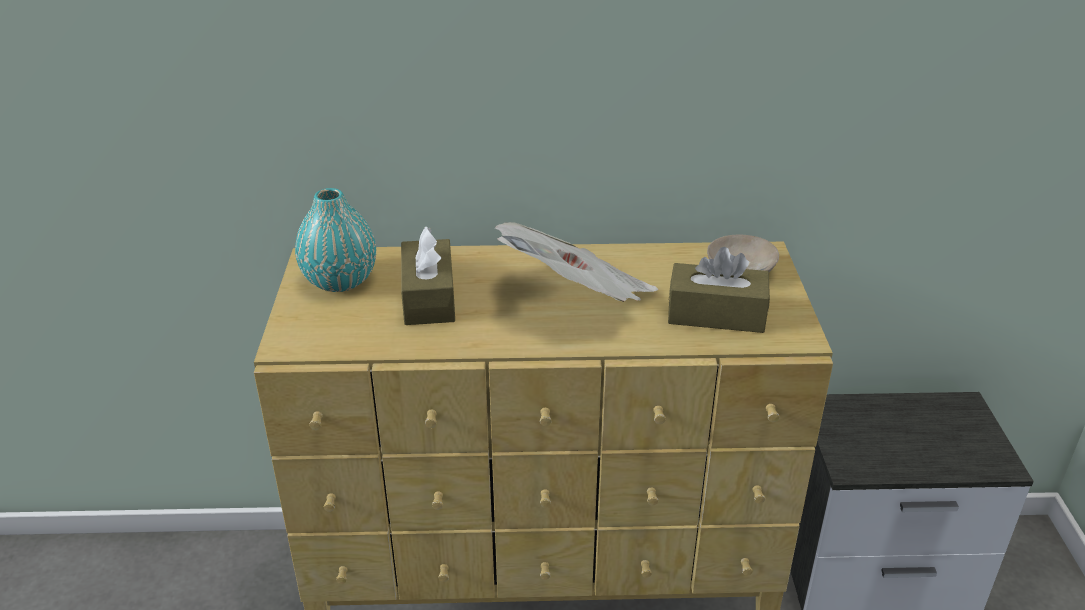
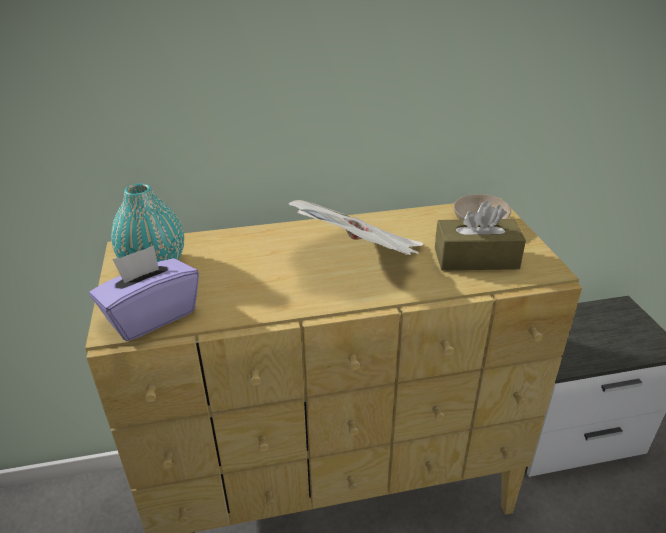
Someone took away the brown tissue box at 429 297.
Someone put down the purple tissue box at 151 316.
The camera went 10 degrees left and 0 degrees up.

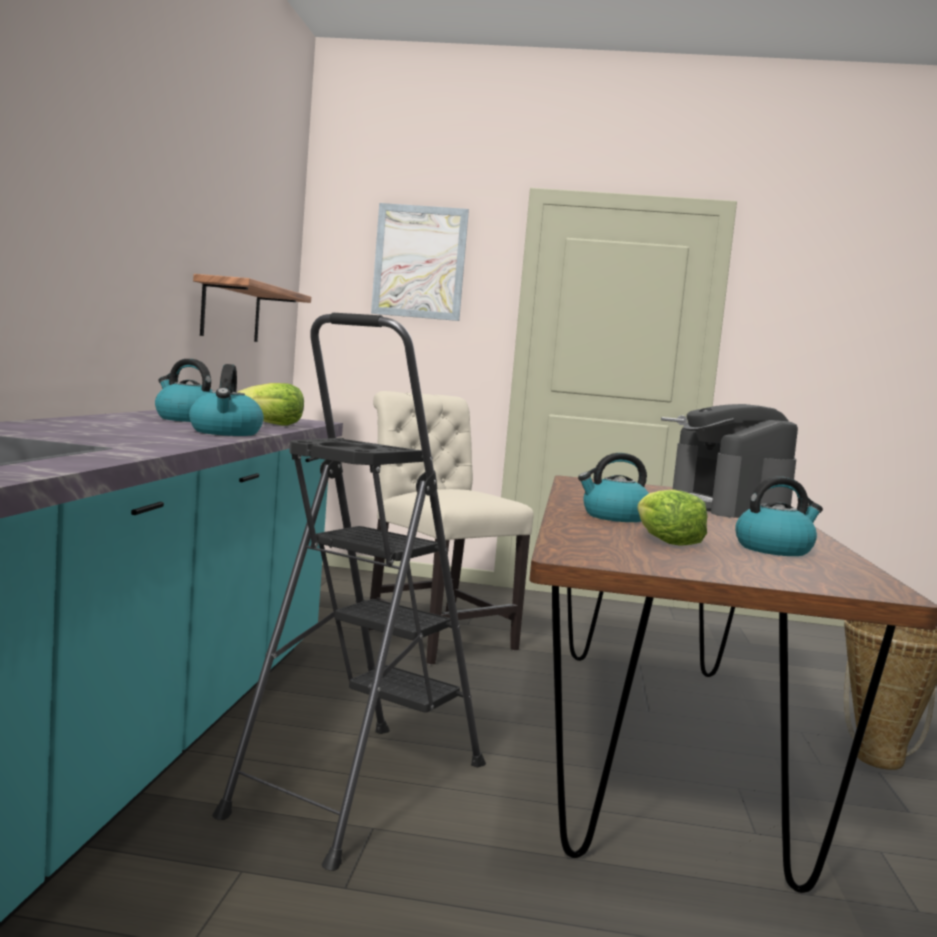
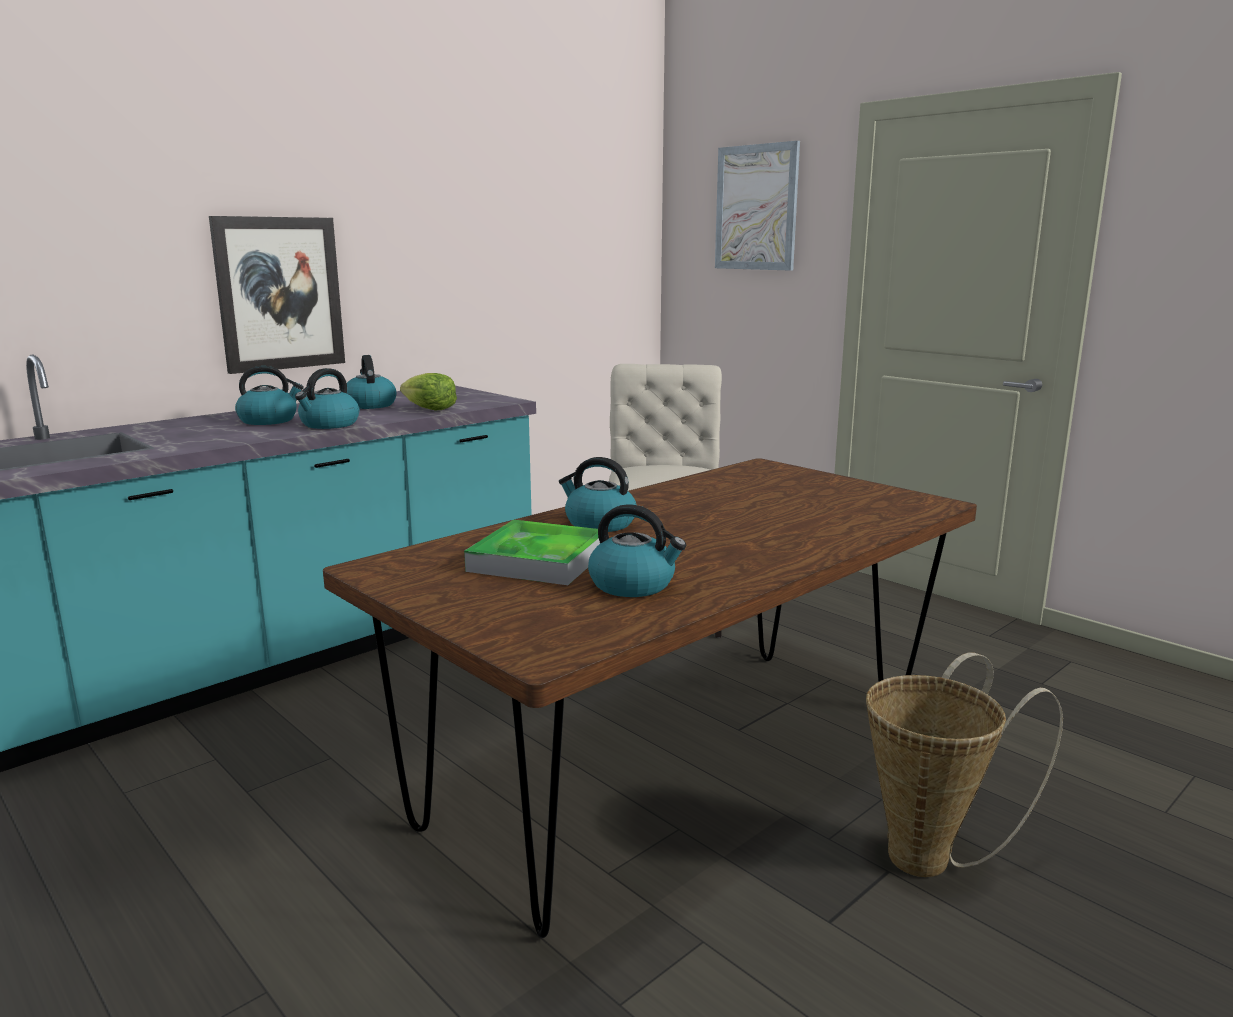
Someone took away the shelf at 231 311.
Someone took away the step ladder at 358 789.
Someone took away the coffee machine at 727 508.
Someone put up the picture at 279 294.
Someone put down the kettle at 269 420.
Someone swapped the lettuce at 666 541 for the tray at 539 560.
The camera went 40 degrees right and 10 degrees up.

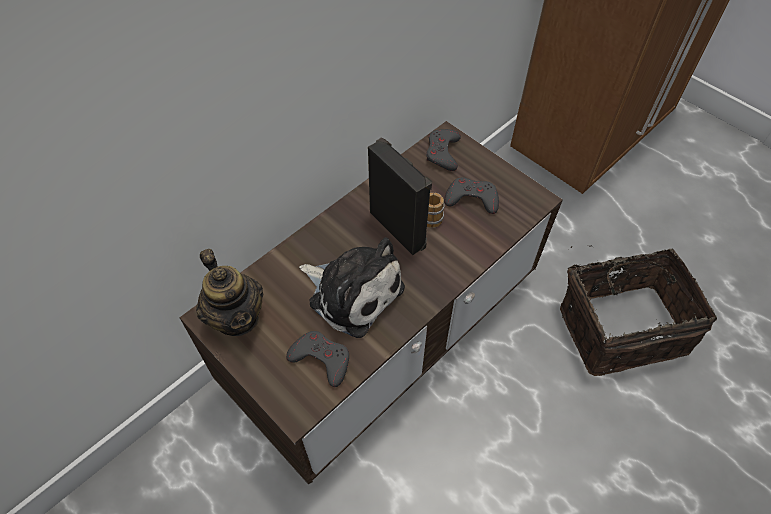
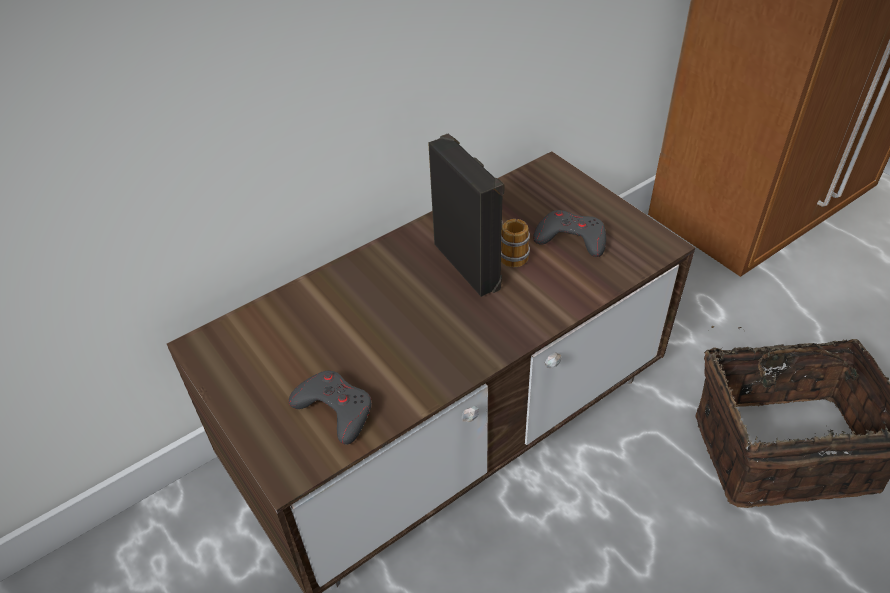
Someone took away the teapot at 237 317.
Someone took away the plush toy at 352 292.
Someone took away the grey game controller at 442 153.
The camera went 10 degrees right and 10 degrees down.

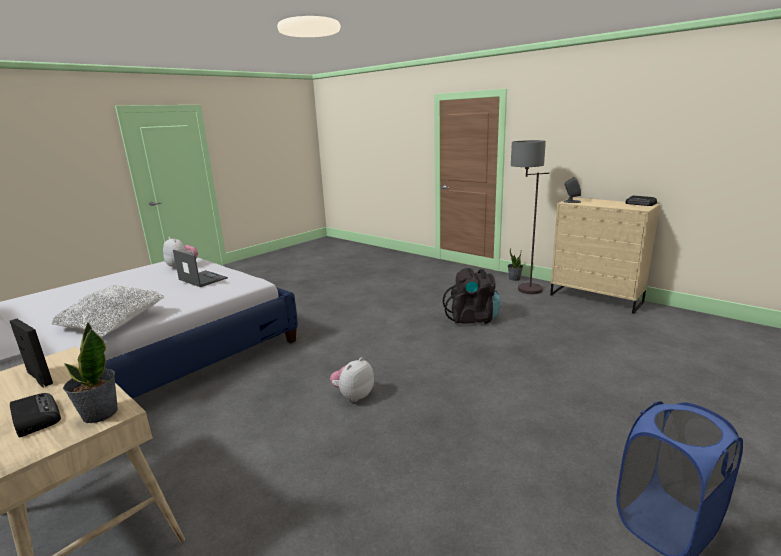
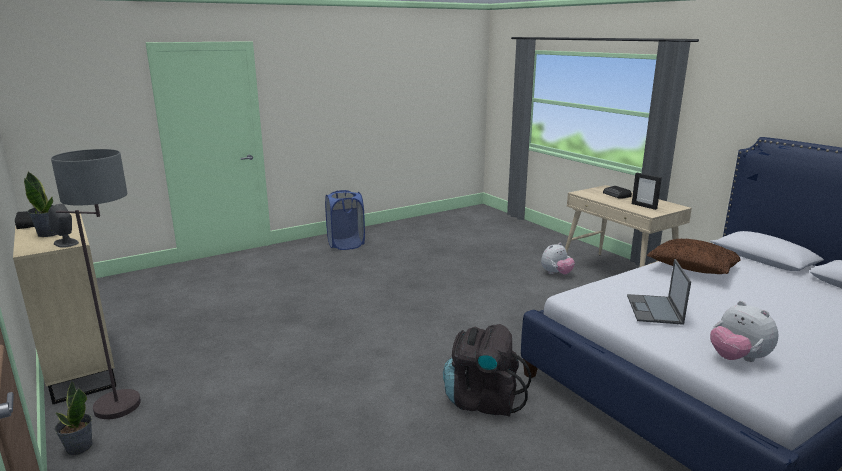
Someone carried the potted plant from 99 414 to 50 233.
Someone carried the plush toy from 353 395 to 556 274.
Someone carried the black backpack from 472 318 to 483 401.
Someone repainted the white pillow at 111 321, which became the brown pillow at 693 269.
Someone rotated the laptop at 202 279 by 45 degrees clockwise.
The camera went 165 degrees left and 0 degrees up.

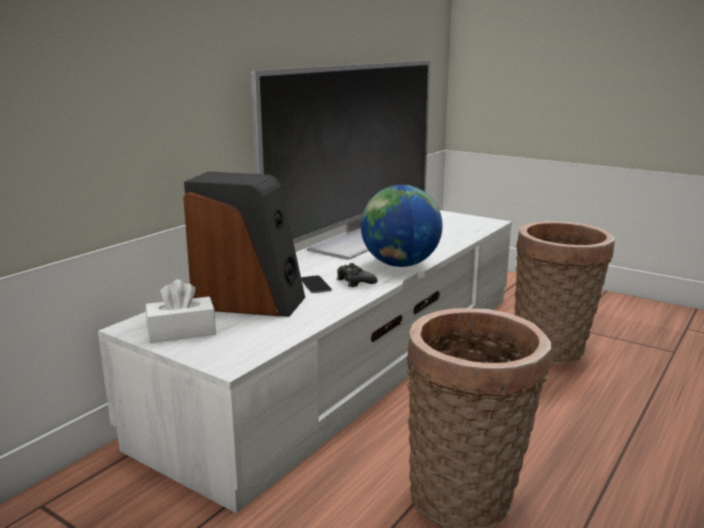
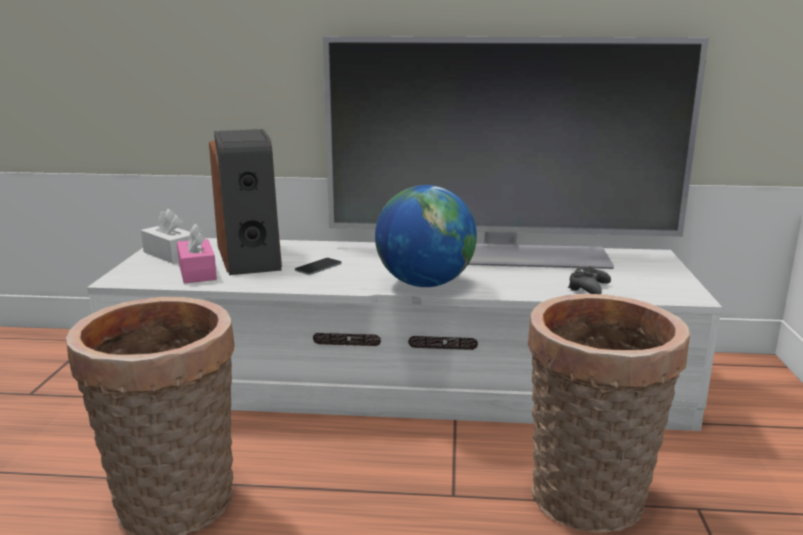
Someone put down the pink tissue box at 197 272.
Someone carried the black game controller from 355 281 to 588 288.
The camera went 60 degrees right and 0 degrees up.

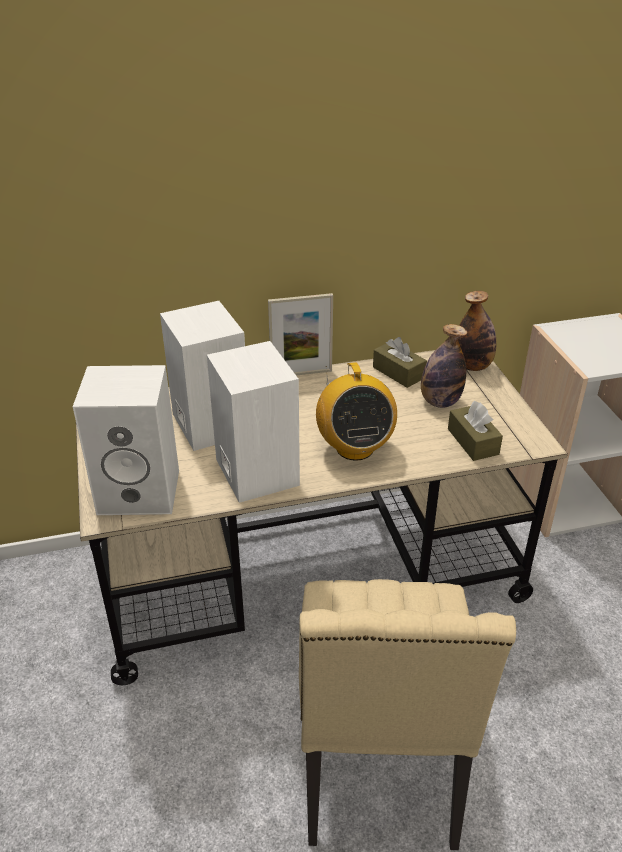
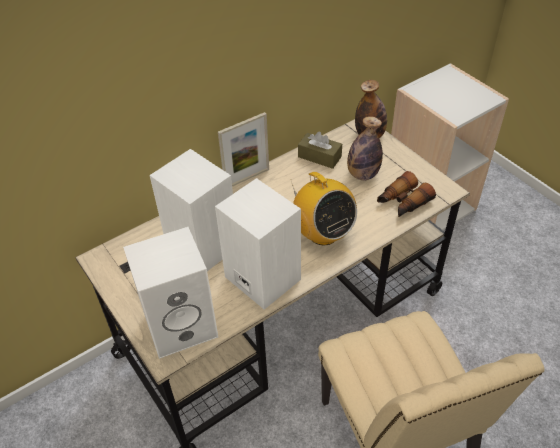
Someone swapped the brown tissue box at 473 441 for the binoculars at 402 202.
The camera went 20 degrees left and 10 degrees up.

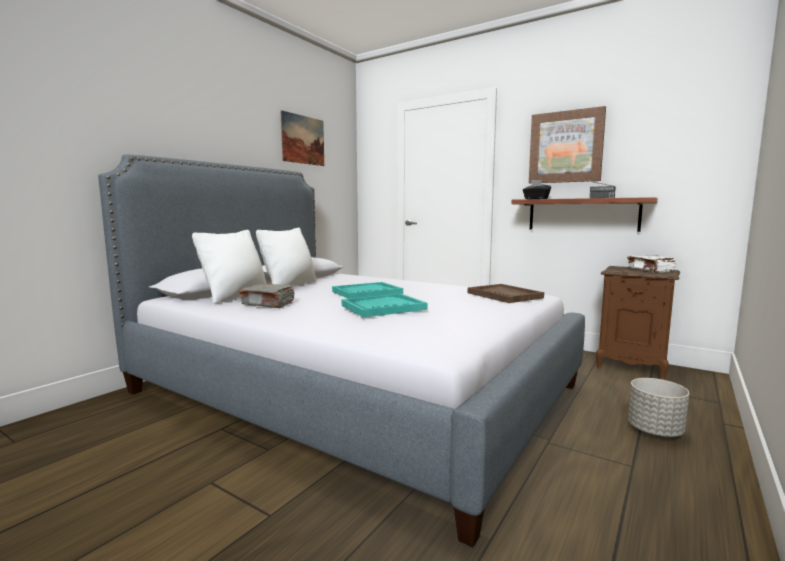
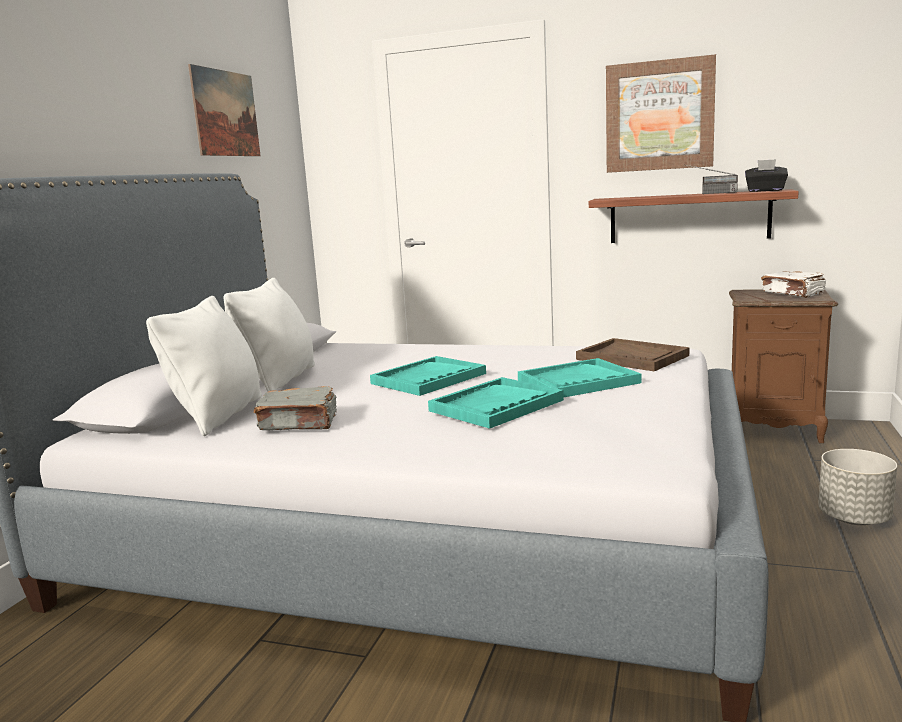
Someone put down the turquoise tray at 578 382.
Someone carried the black tissue box from 536 199 to 765 191.
The camera went 15 degrees left and 5 degrees up.

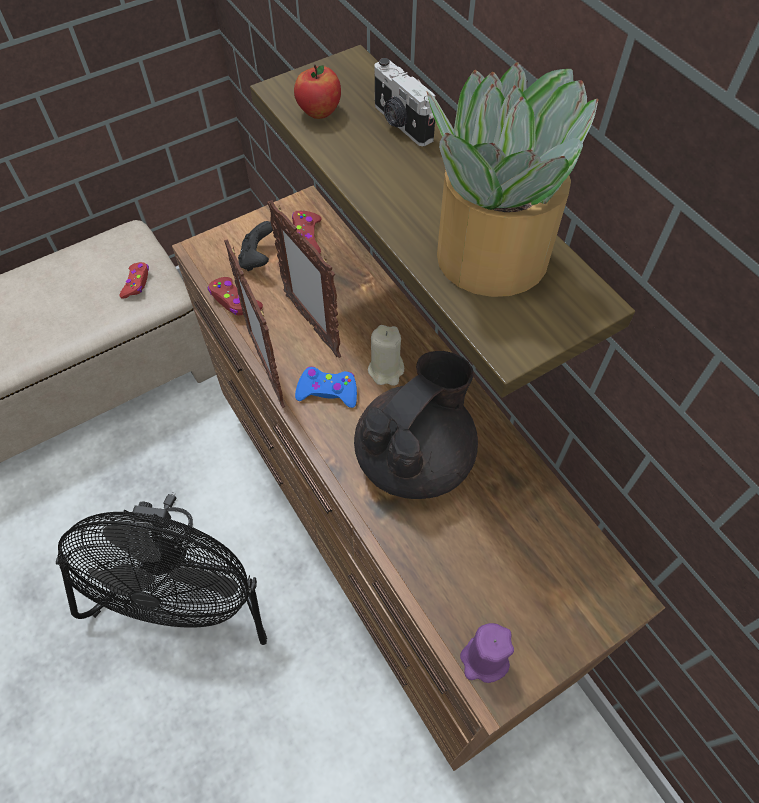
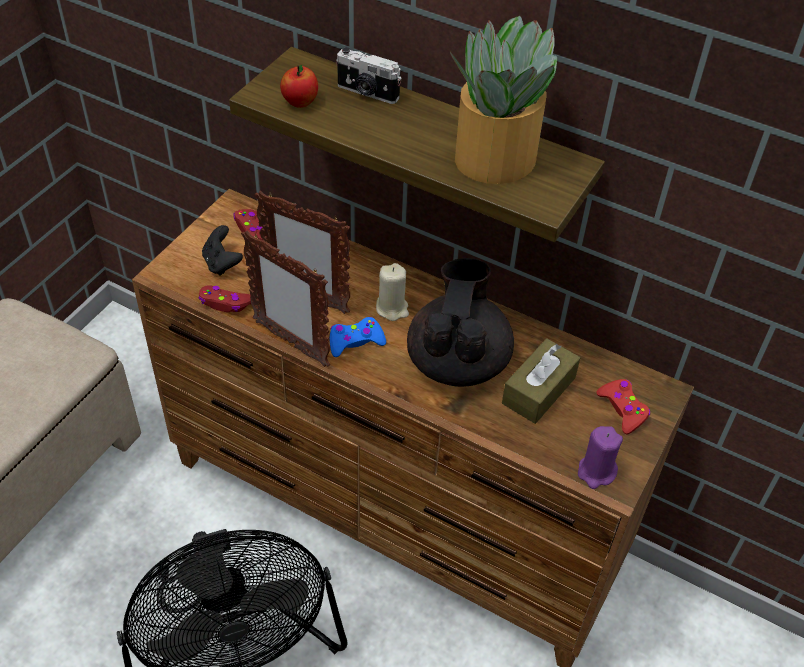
Someone put down the brown tissue box at 538 390.
Someone carried the red game controller from 136 283 to 623 409.
The camera went 30 degrees left and 10 degrees down.

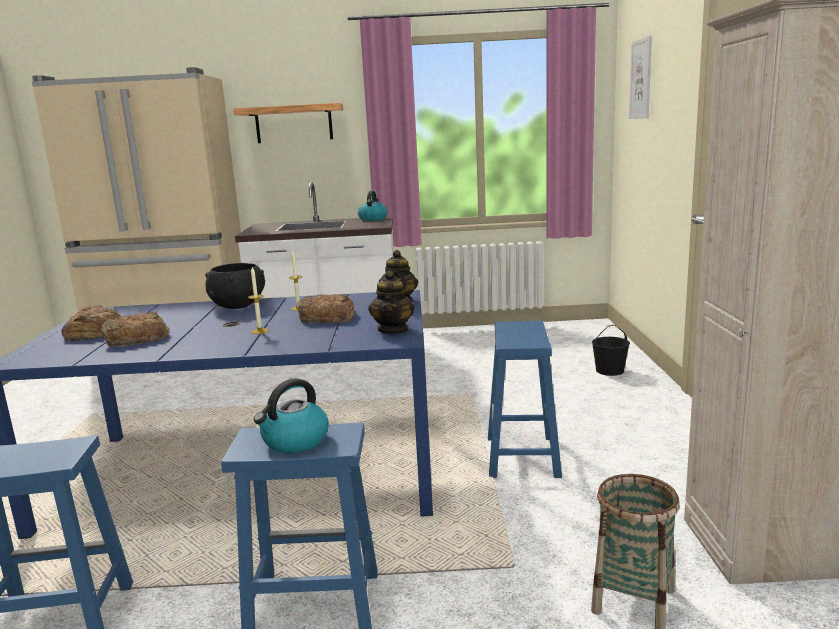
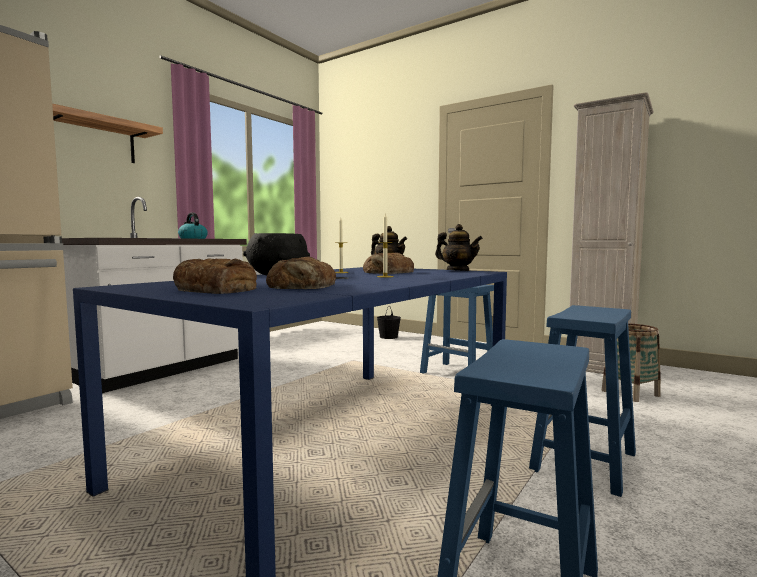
Someone took away the kettle at 295 441.
Someone took away the picture at 641 79.
The camera went 55 degrees left and 10 degrees down.

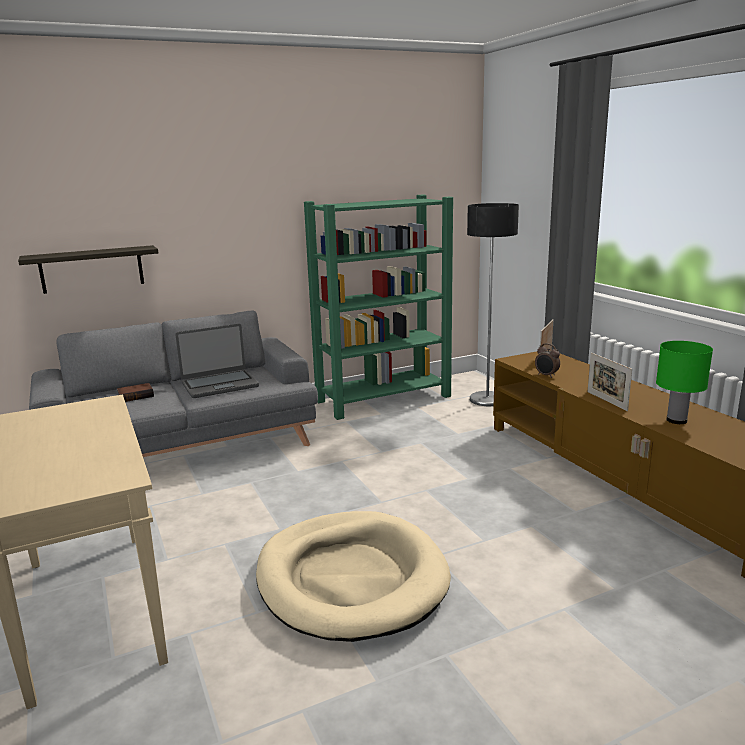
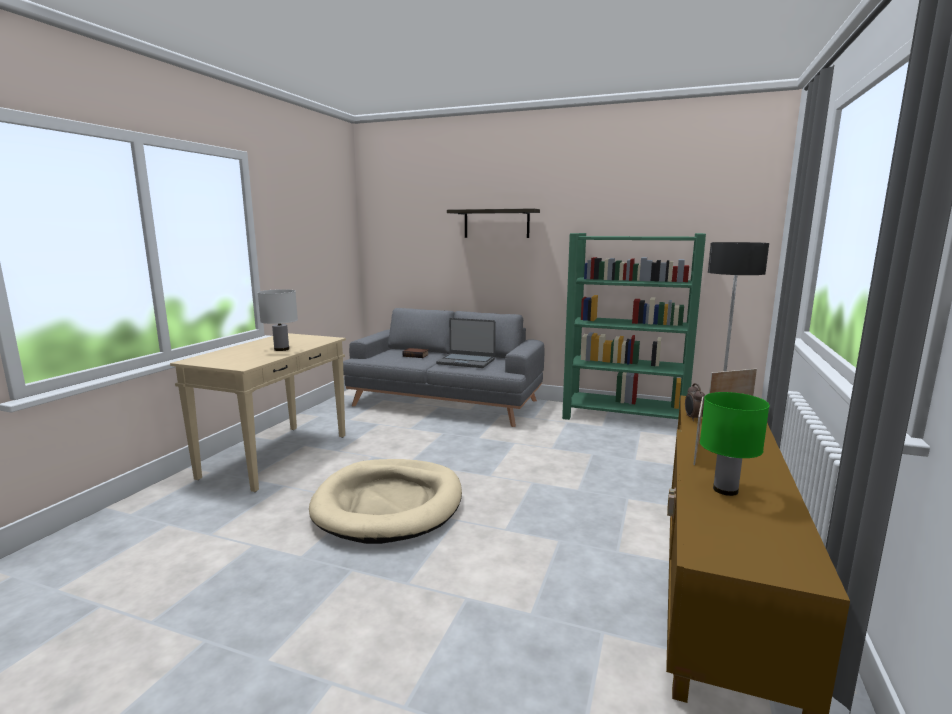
Someone put down the white table lamp at 281 349.
Someone carried the shelf from 92 269 to 496 223.
The camera went 45 degrees right and 5 degrees down.

